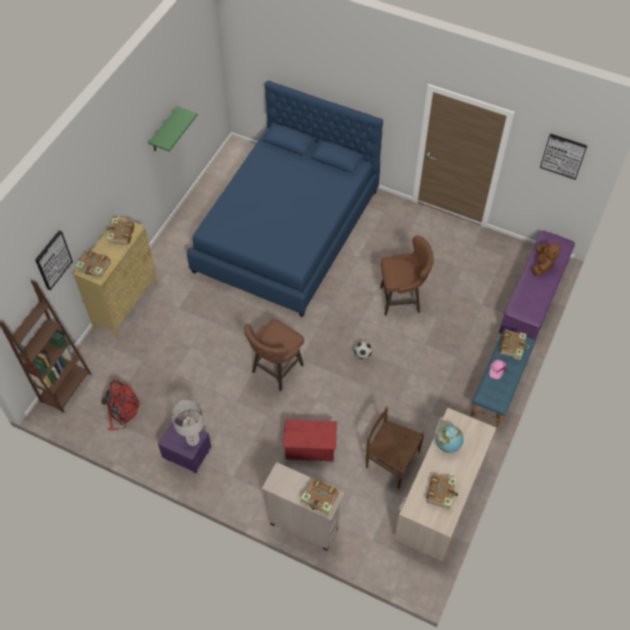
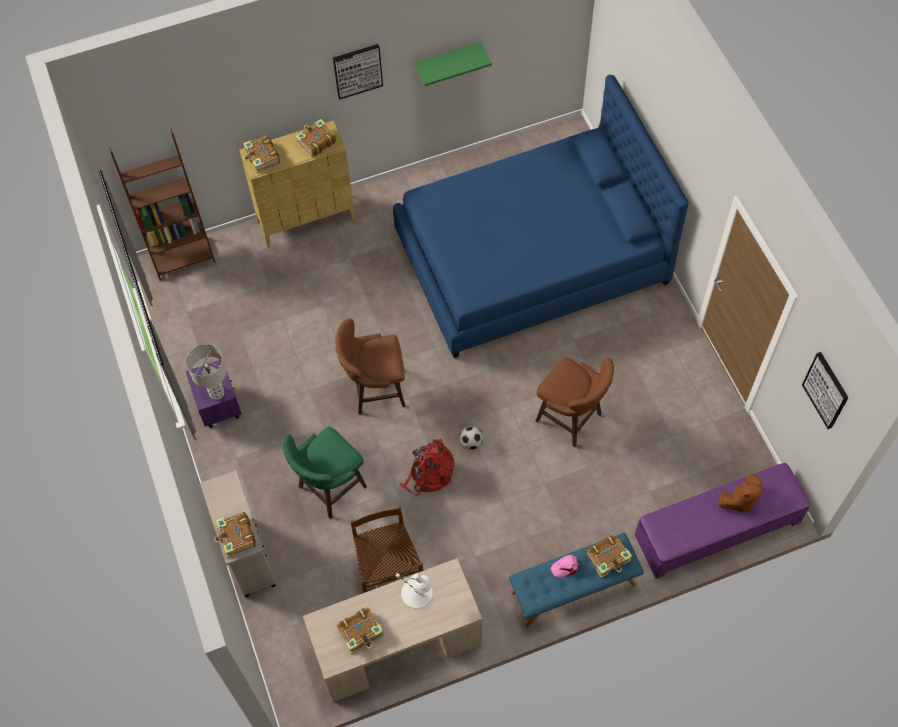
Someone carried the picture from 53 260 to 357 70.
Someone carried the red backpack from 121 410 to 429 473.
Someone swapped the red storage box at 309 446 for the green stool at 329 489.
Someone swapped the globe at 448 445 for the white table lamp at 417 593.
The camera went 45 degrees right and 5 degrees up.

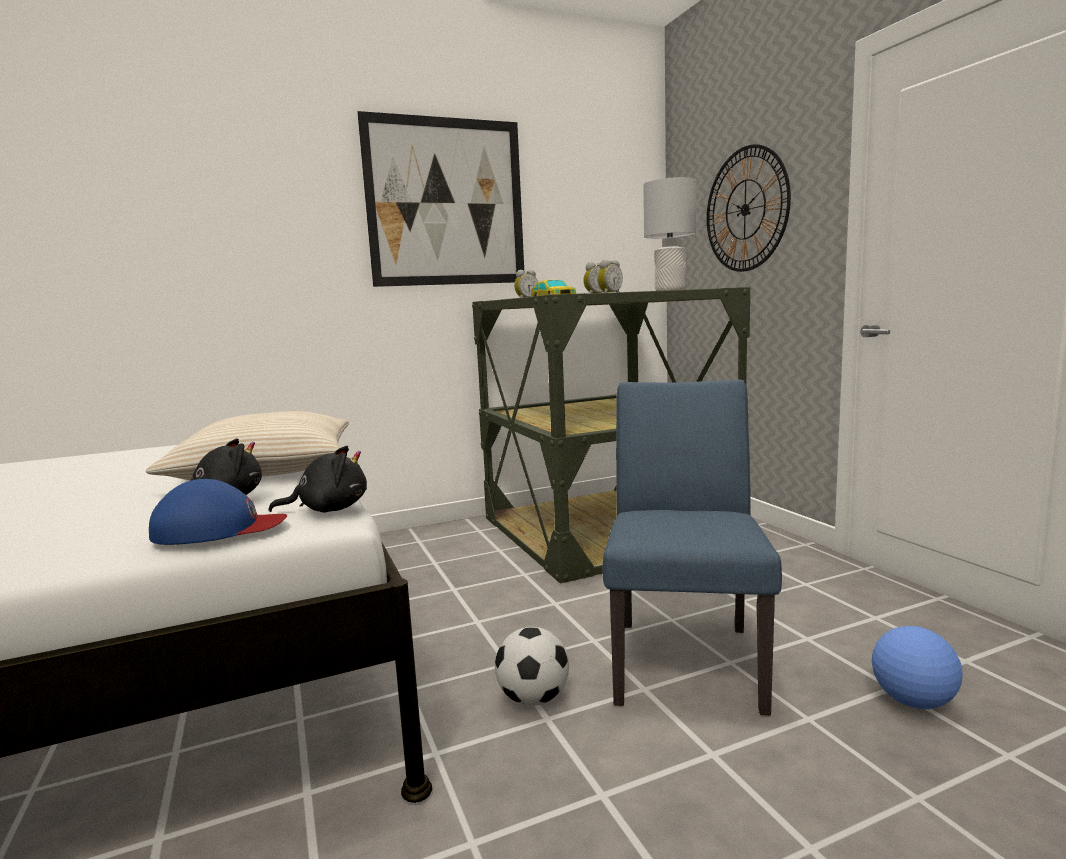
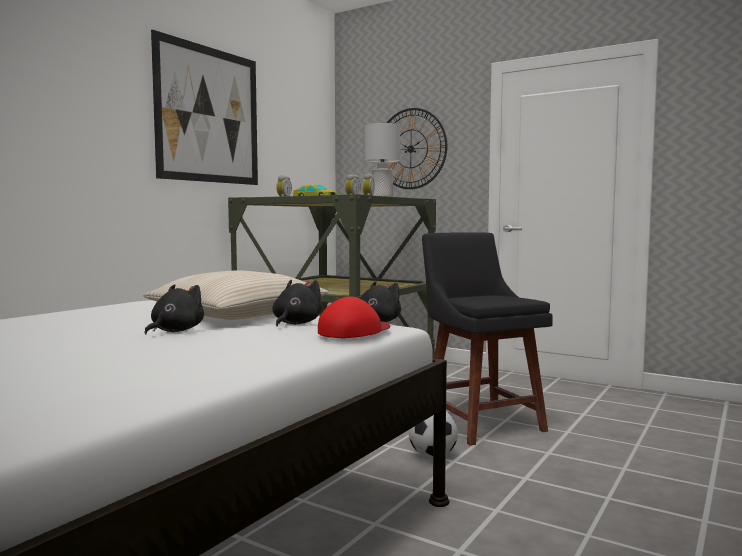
Someone took away the football at 913 701.
Someone put down the black plush toy at 175 331.
Someone swapped the blue chair at 686 655 for the black stool at 481 422.
Someone repainted the blue cap at 218 529, which became the red cap at 355 331.
The camera went 35 degrees left and 5 degrees down.

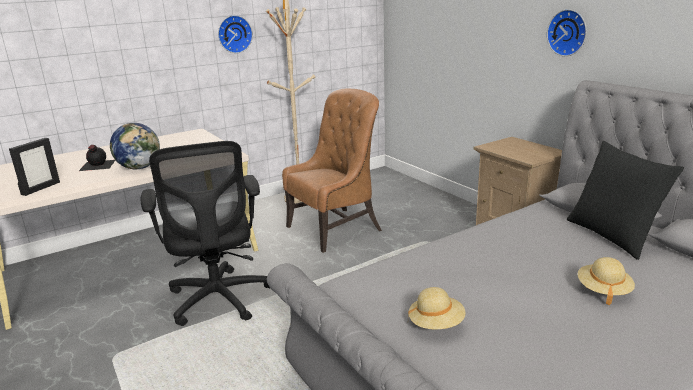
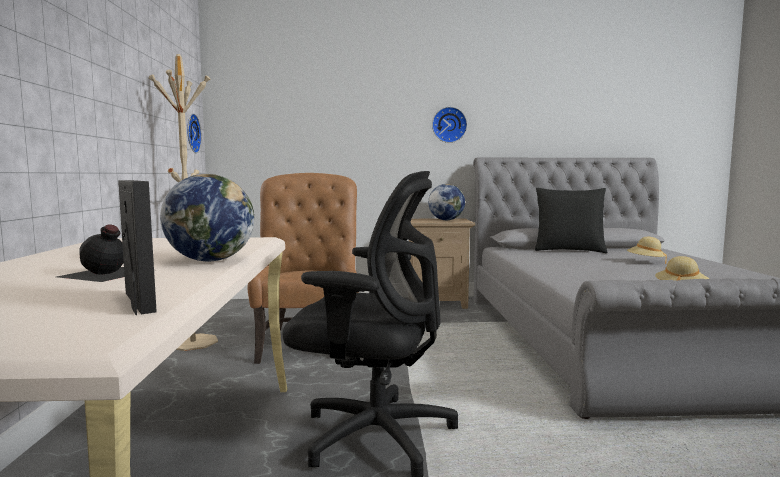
Someone put down the globe at 446 220.
Someone carried the wall clock from 234 34 to 191 133.
The camera went 60 degrees left and 15 degrees down.

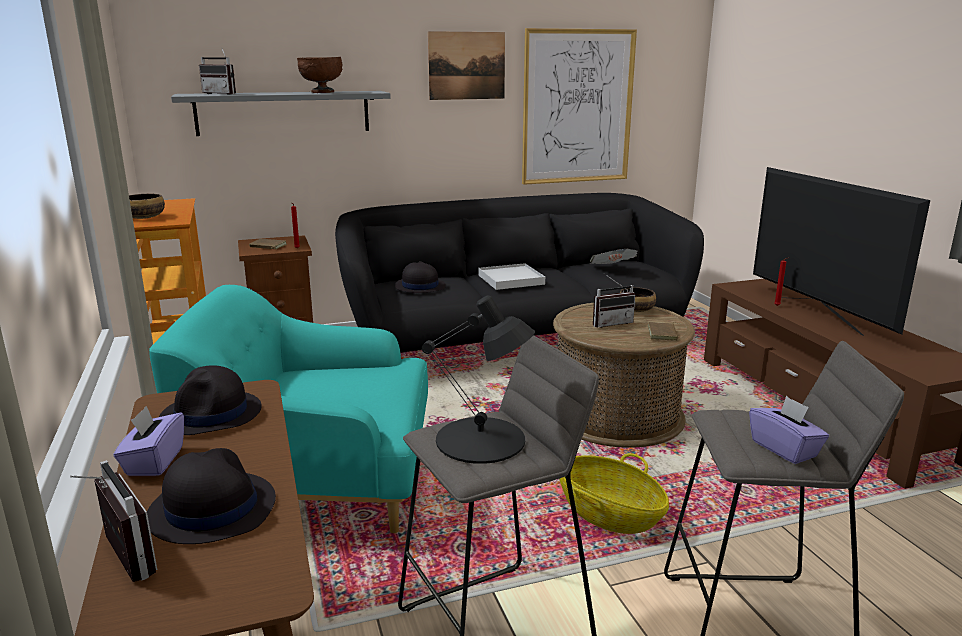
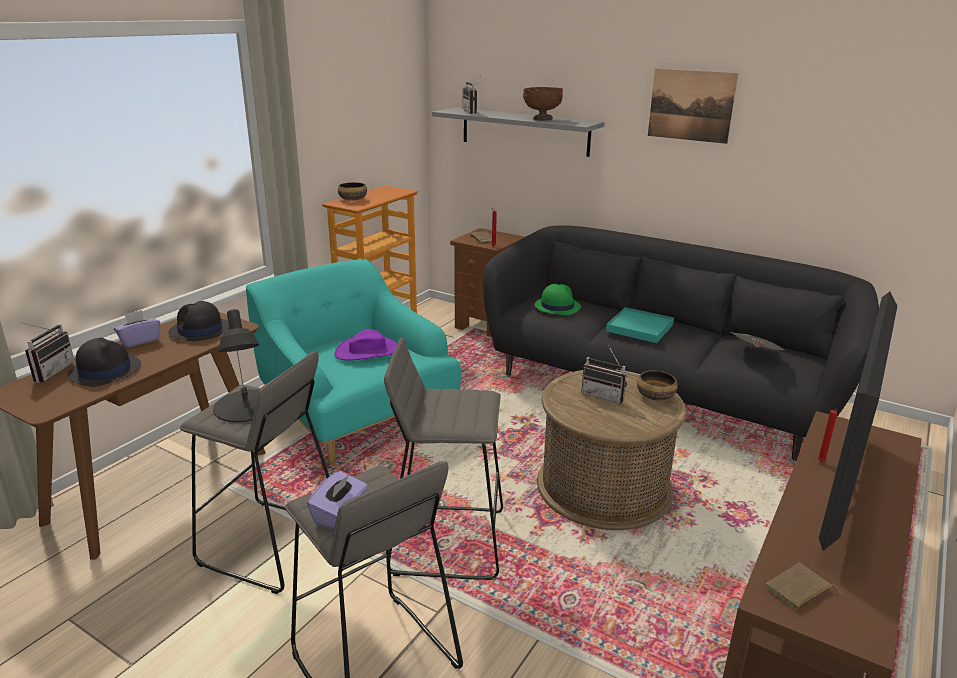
Someone took away the picture at 577 107.
Someone put down the purple hat at 368 351.
Someone carried the brown book from 663 334 to 799 590.
Someone swapped the basket at 609 515 for the grey stool at 447 540.
Someone repainted the black hat at 419 286, which became the green hat at 557 306.
Someone repainted the white tray at 510 279, which became the turquoise tray at 639 328.
The camera went 50 degrees right and 5 degrees up.

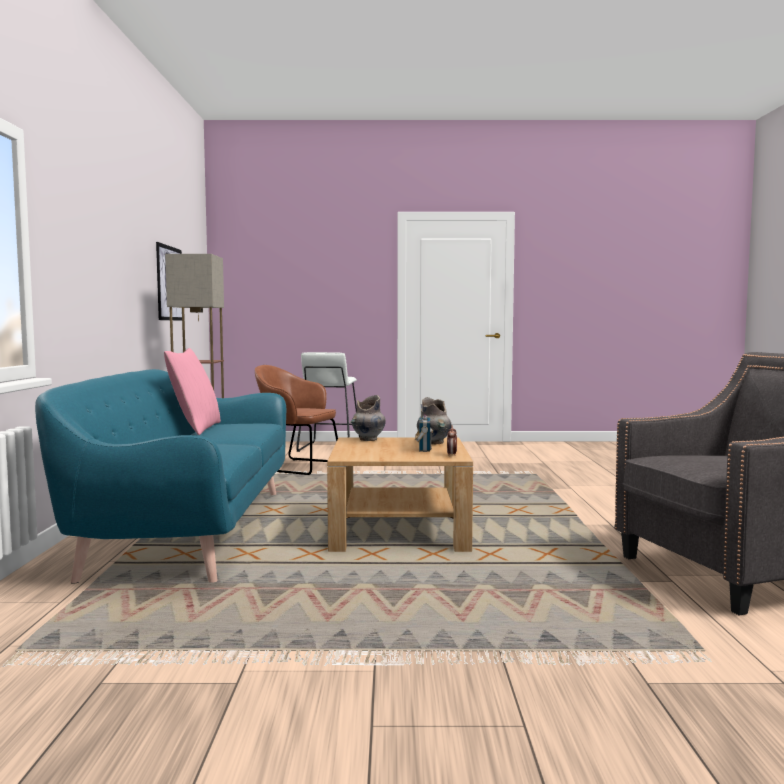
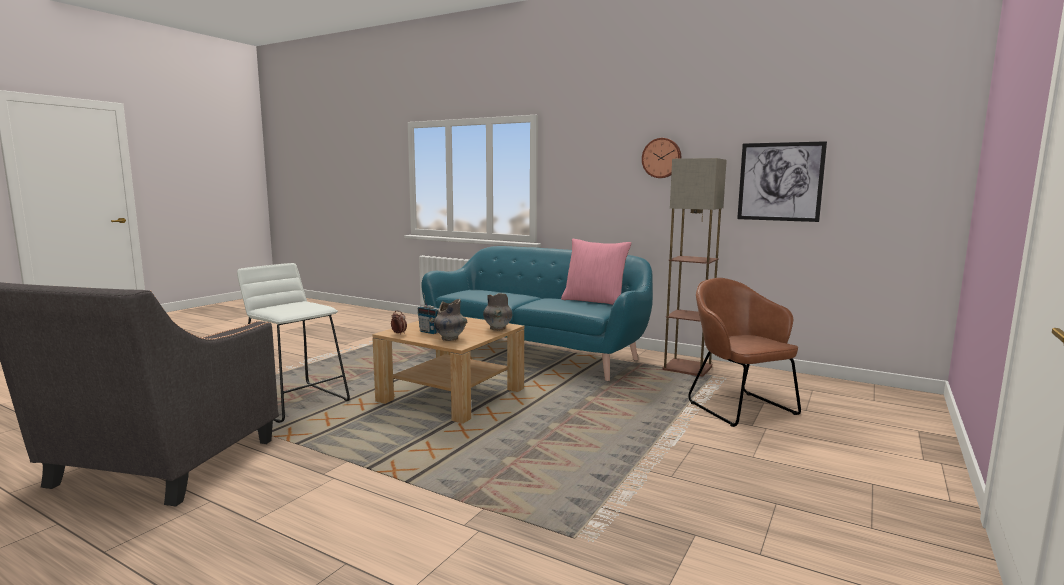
Someone put up the wall clock at 662 158.
Someone carried the white stool from 329 447 to 296 402.
Someone rotated the brown armchair at 296 466 by 75 degrees counterclockwise.
The camera went 120 degrees right and 5 degrees up.

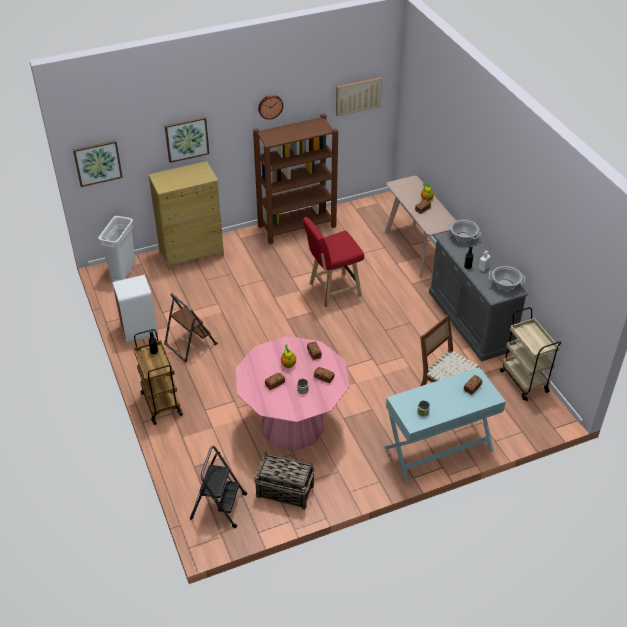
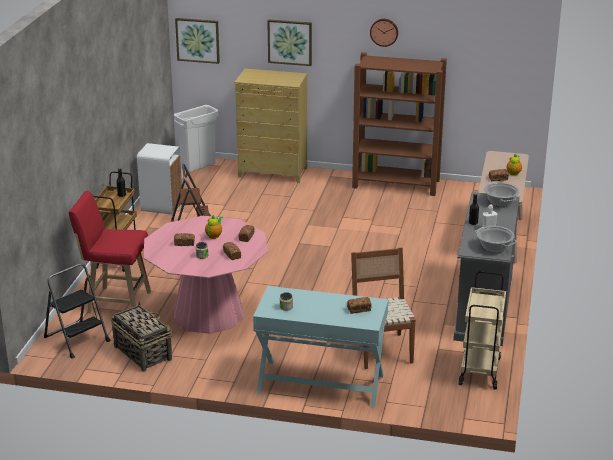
Someone took away the picture at 358 96.
Someone carried the red stool from 332 291 to 115 302.
The camera went 35 degrees right and 15 degrees down.

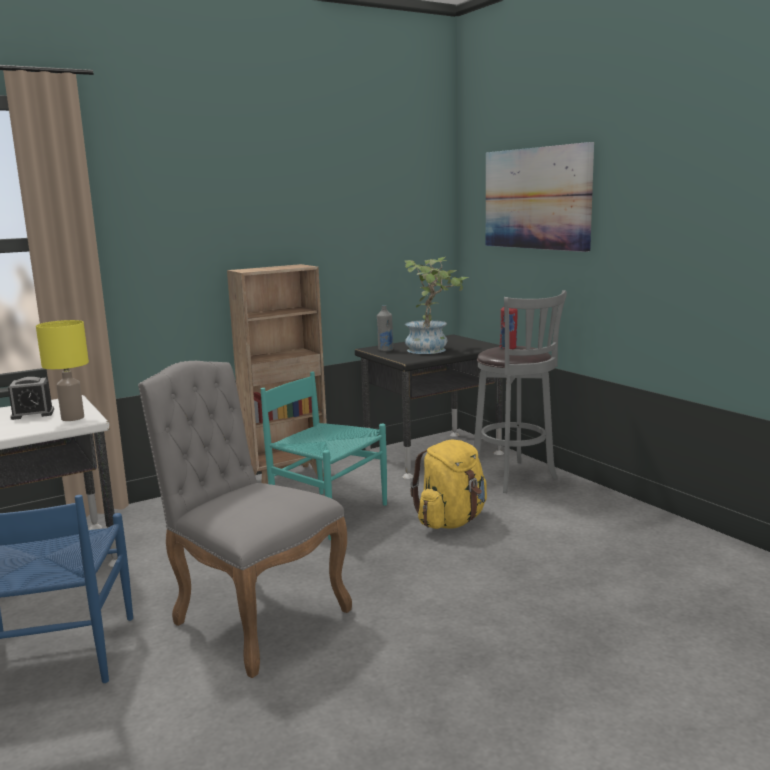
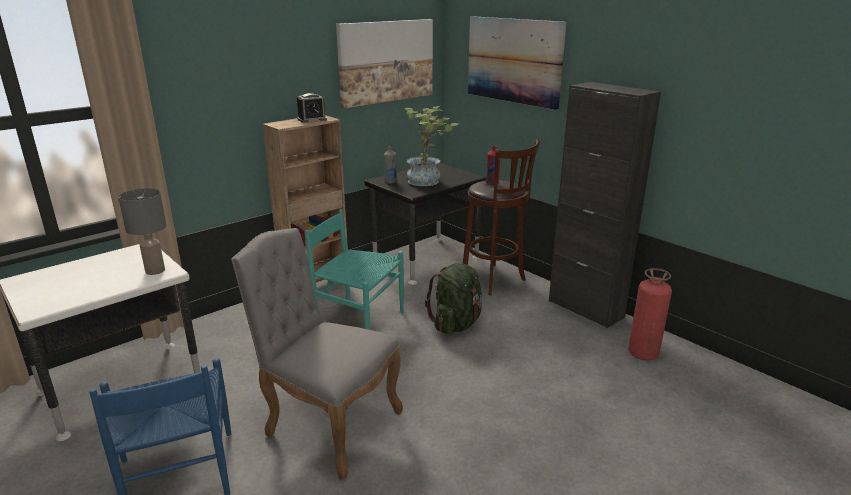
Someone put up the picture at 386 61.
Someone put down the black cabinet at 586 309.
Someone put down the fire extinguisher at 643 353.
Someone carried the alarm clock from 33 414 to 312 119.
Someone repainted the yellow table lamp at 72 418, which became the grey table lamp at 155 270.
Someone repainted the yellow backpack at 451 521, which became the green backpack at 456 324.
Someone repainted the grey stool at 515 478, which became the brown stool at 494 280.
The camera went 10 degrees left and 10 degrees up.

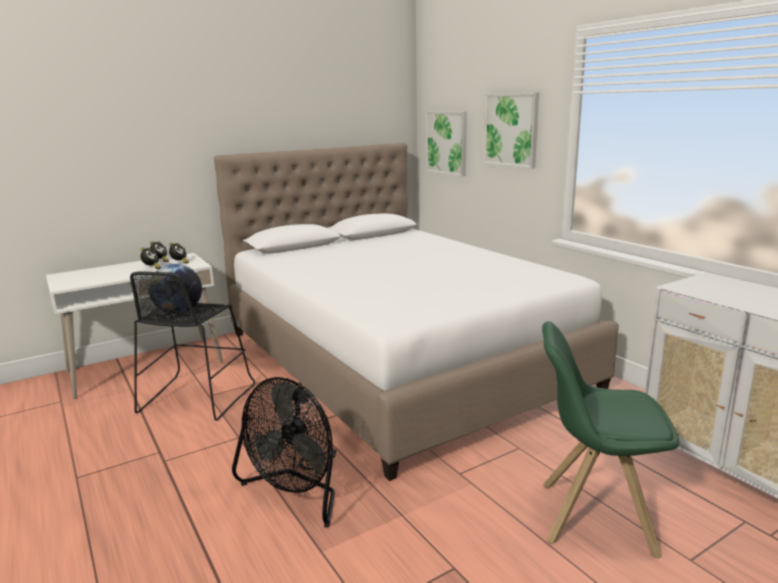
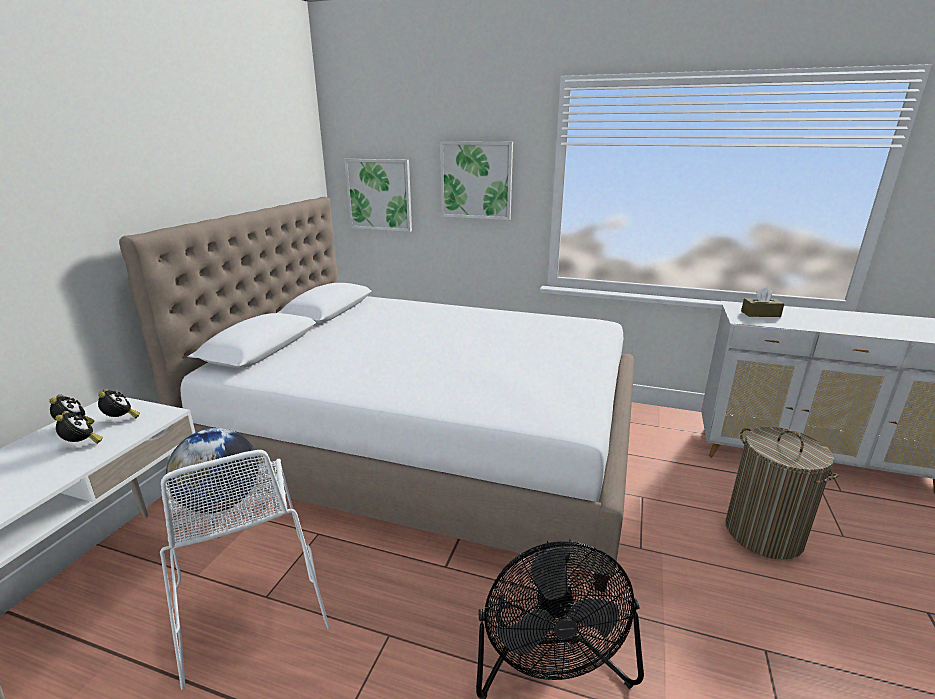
Someone put down the brown tissue box at 760 314.
Someone swapped the green chair at 595 517 for the laundry basket at 763 533.
Someone repainted the black stool at 196 397, which became the white stool at 251 608.
The camera went 40 degrees left and 5 degrees up.

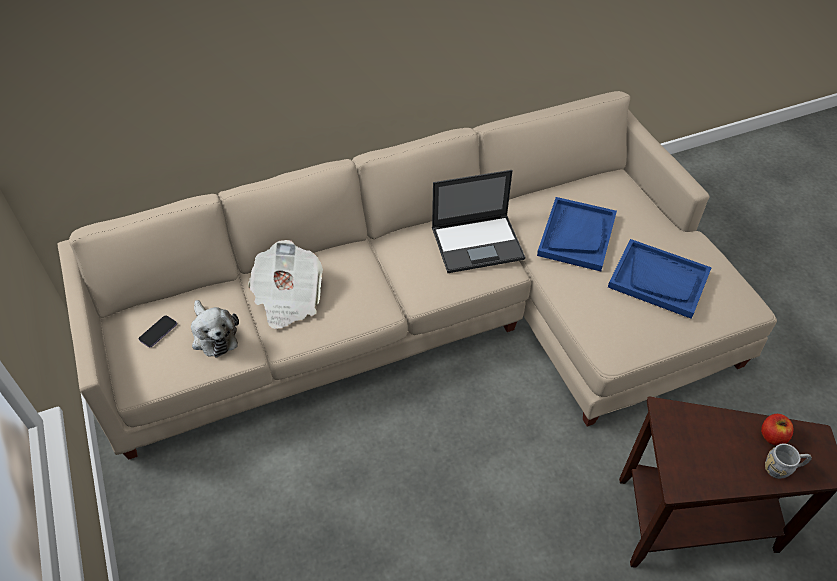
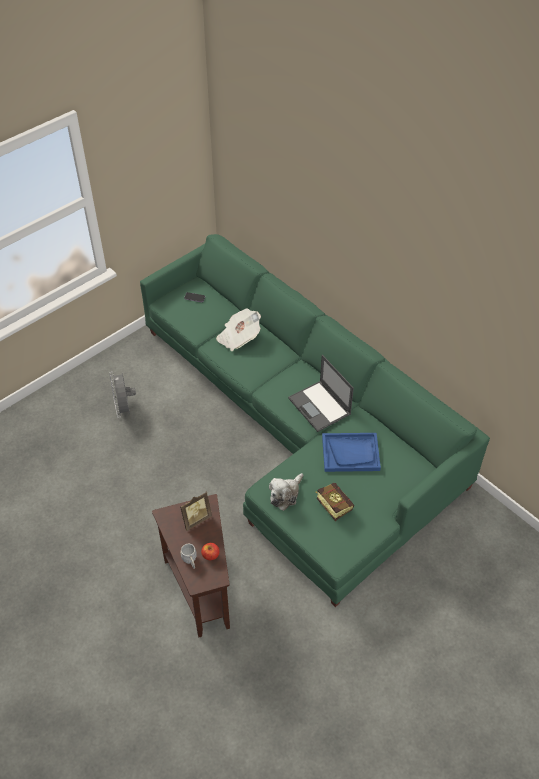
Someone put down the grey fan at 124 408.
Someone put down the picture frame at 195 519.
Someone carried the plush toy from 213 335 to 285 494.
Someone swapped the blue tray at 659 280 for the book at 332 503.
Someone repainted the beige sofa at 438 313, which became the green sofa at 301 428.
The camera went 70 degrees right and 0 degrees up.

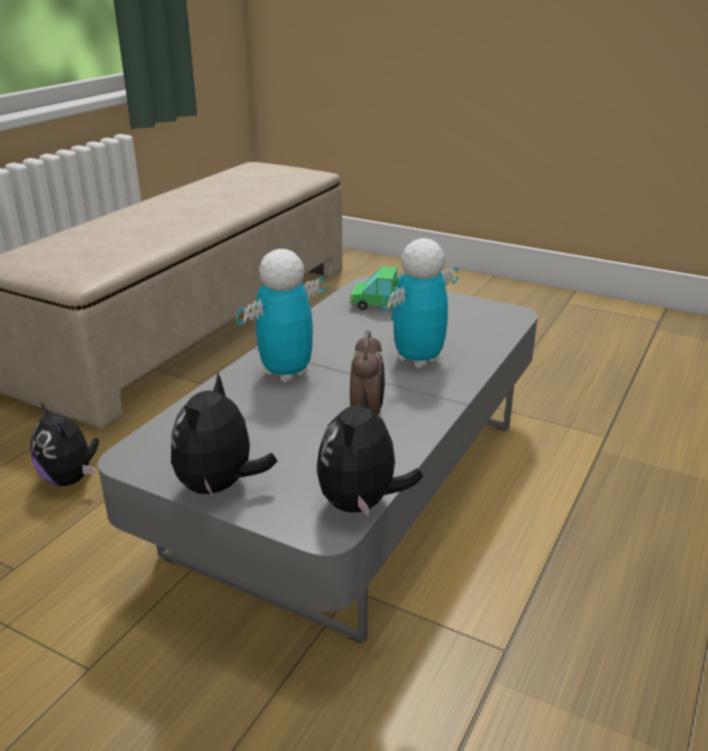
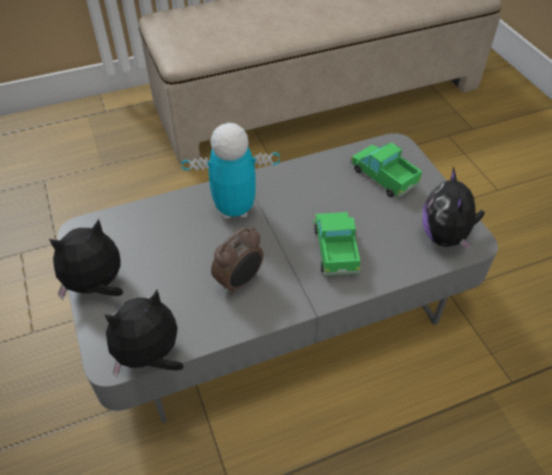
Someone carried the plush toy from 70 479 to 445 236.
Someone swapped the toy robot at 418 360 for the toy truck at 335 249.
The camera went 40 degrees right and 20 degrees up.

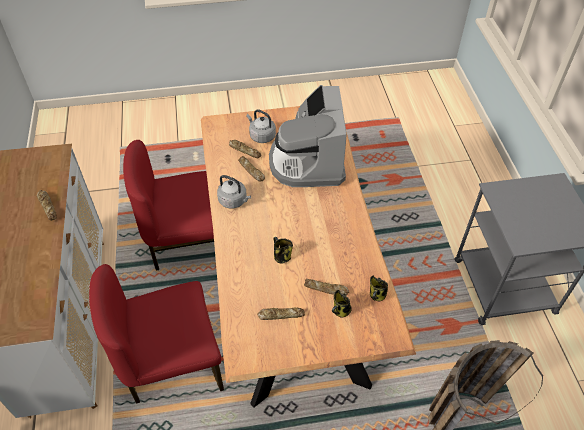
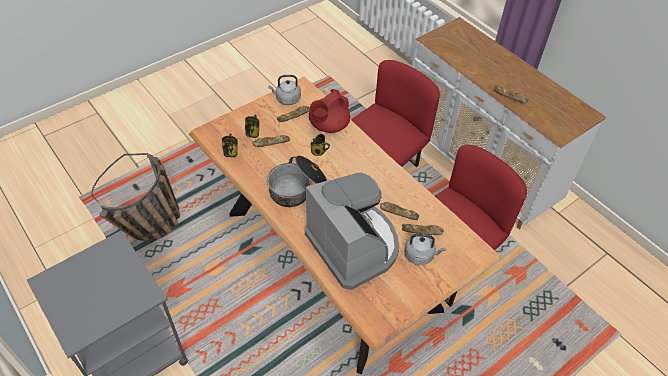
Someone put down the cooking pot at 297 189.
Someone put down the red teapot at 328 126.
Someone carried the grey kettle from 234 201 to 286 99.
The camera went 150 degrees right and 0 degrees up.

